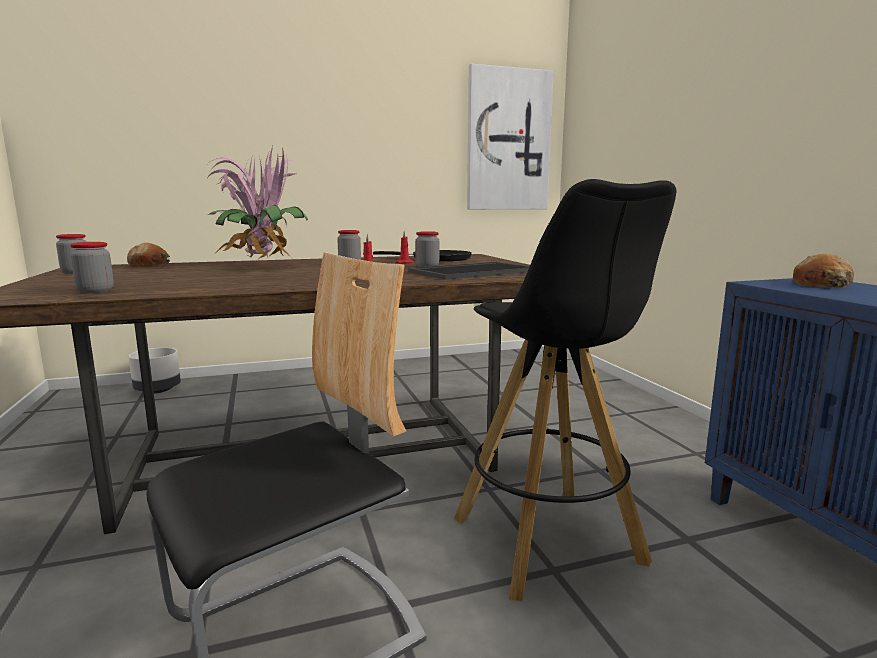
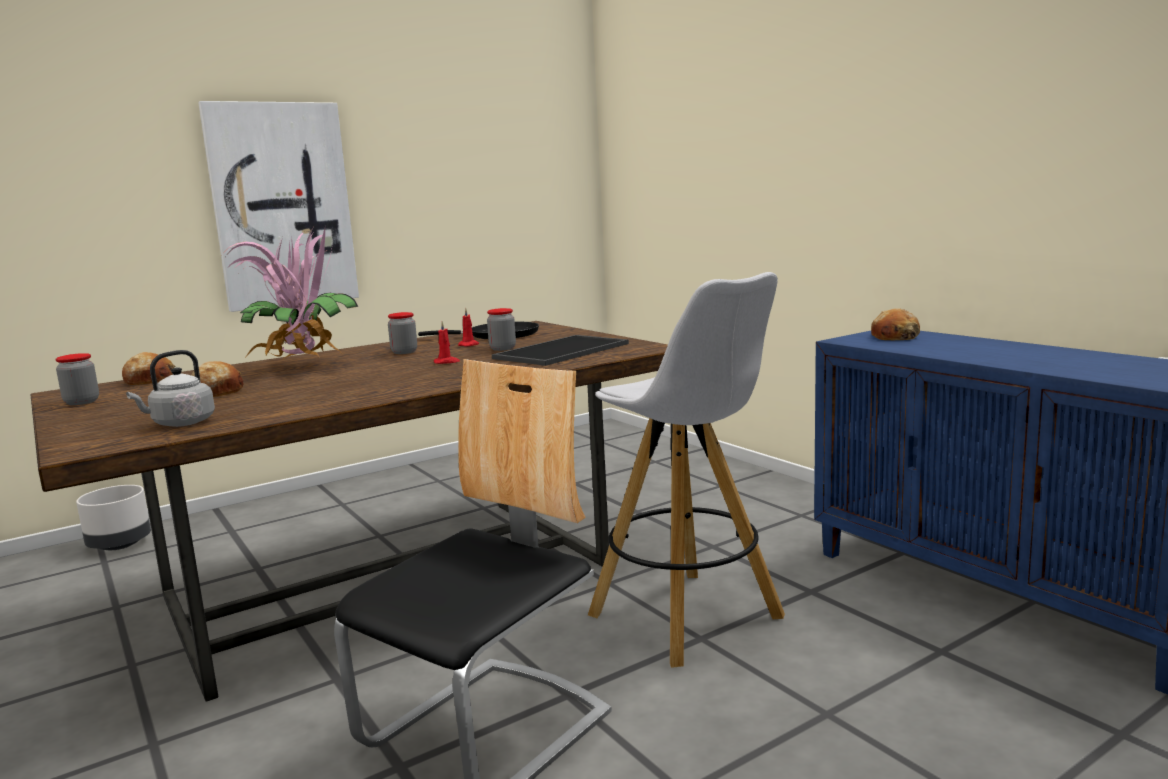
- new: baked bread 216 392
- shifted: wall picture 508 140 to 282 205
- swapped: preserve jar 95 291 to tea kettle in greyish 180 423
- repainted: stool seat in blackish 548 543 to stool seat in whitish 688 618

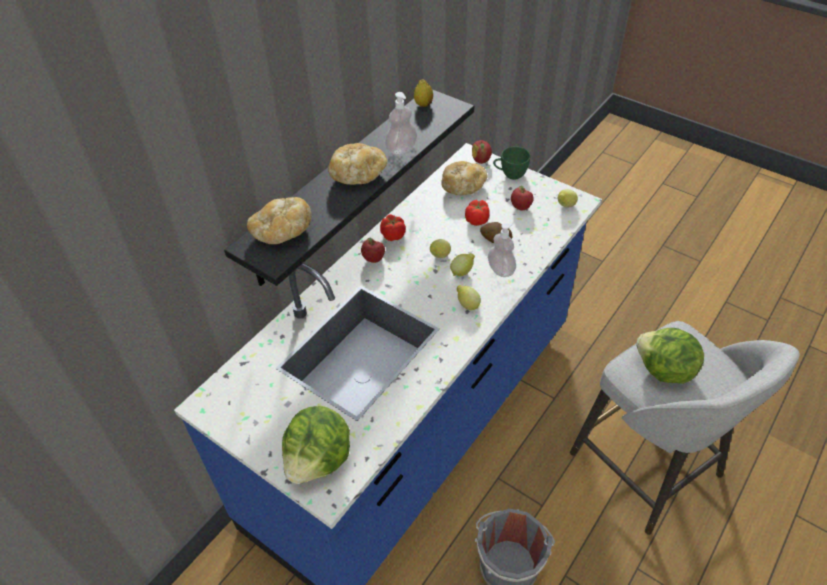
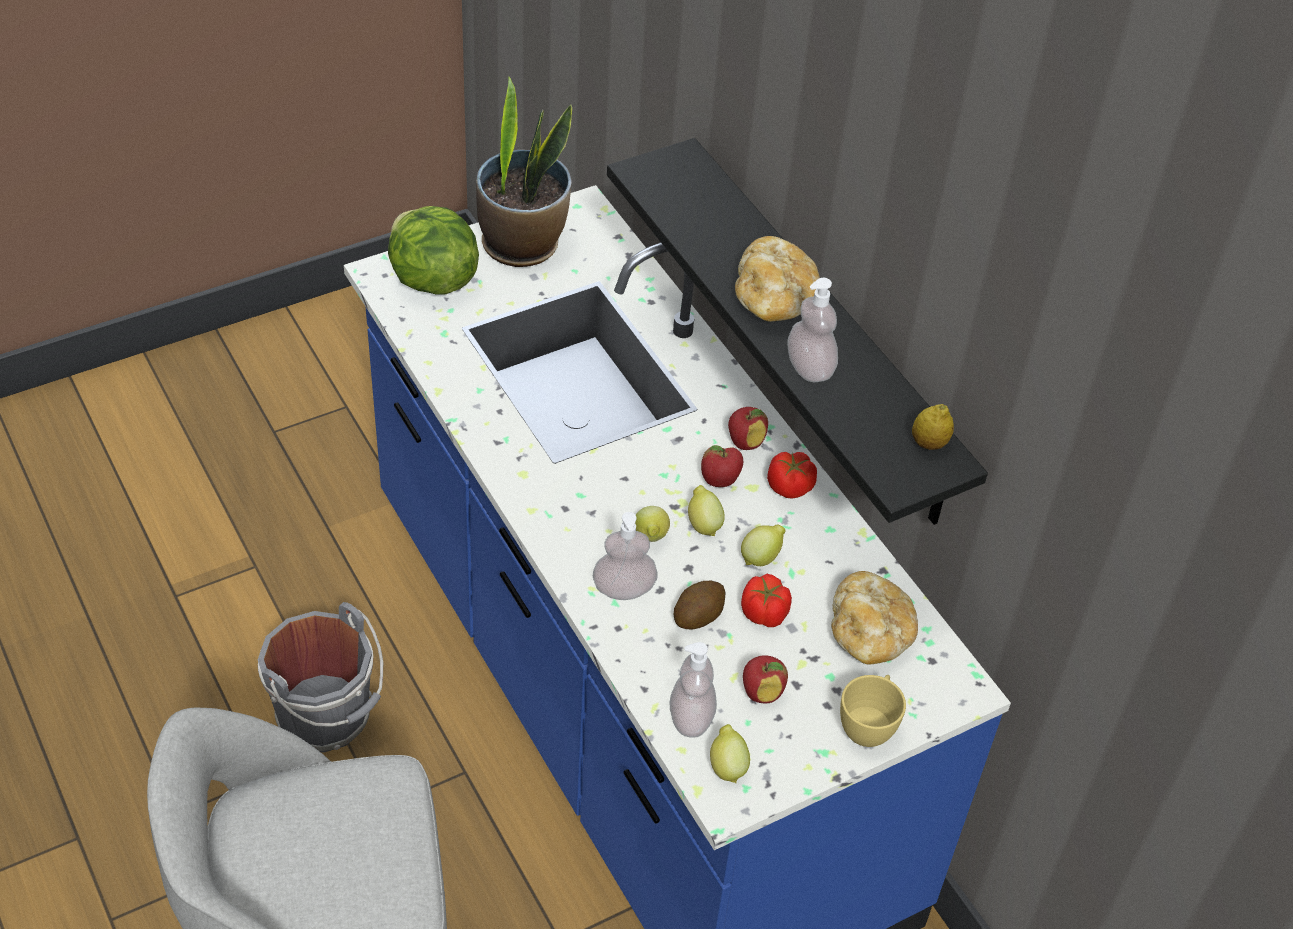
- gone: baked bread 282 233
- gone: lettuce 664 371
- new: potted plant 522 244
- new: soap bottle 691 718
- shifted: whole lemon 467 305 to 761 557
- shifted: apple 481 160 to 719 481
- repainted: cup in green-coloured 510 174 to cup in yellow-coloured 869 725

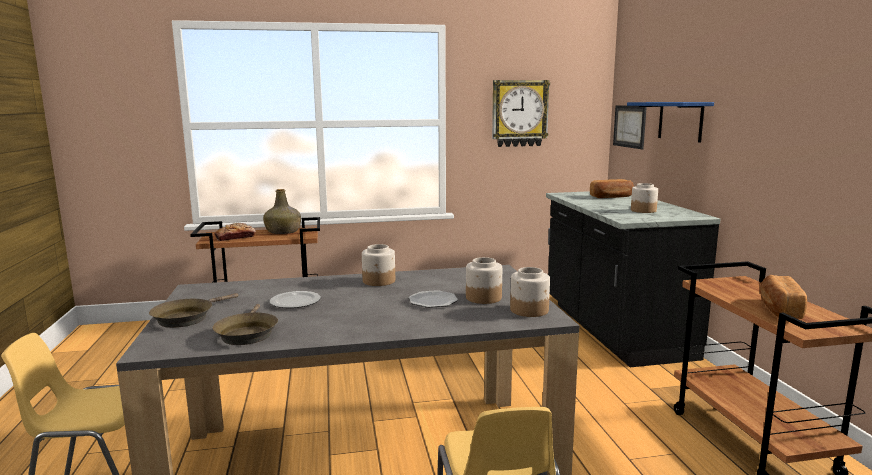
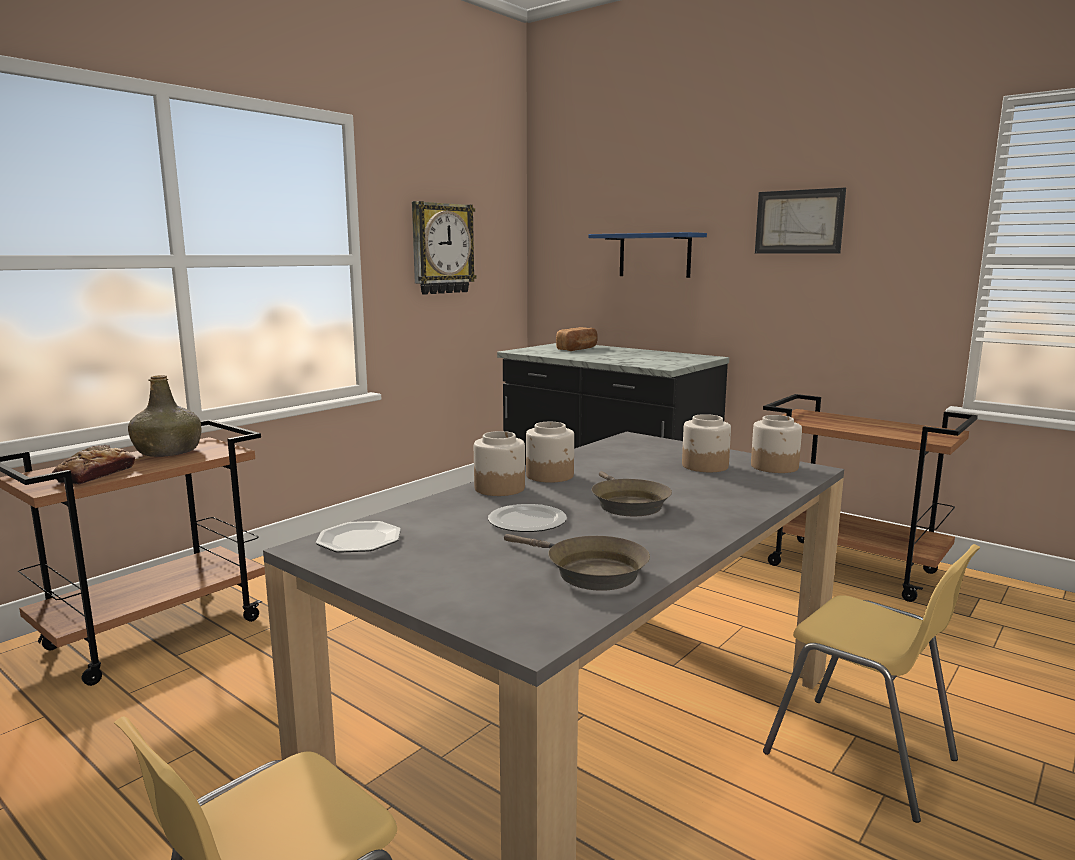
- gone: baked bread 779 309
- shifted: skillet in brown-coloured 187 317 to 627 504
- shifted: flat dish 432 301 to 358 540
- shifted: wall picture 629 126 to 799 222
- shifted: preserve jar 643 210 to 500 488

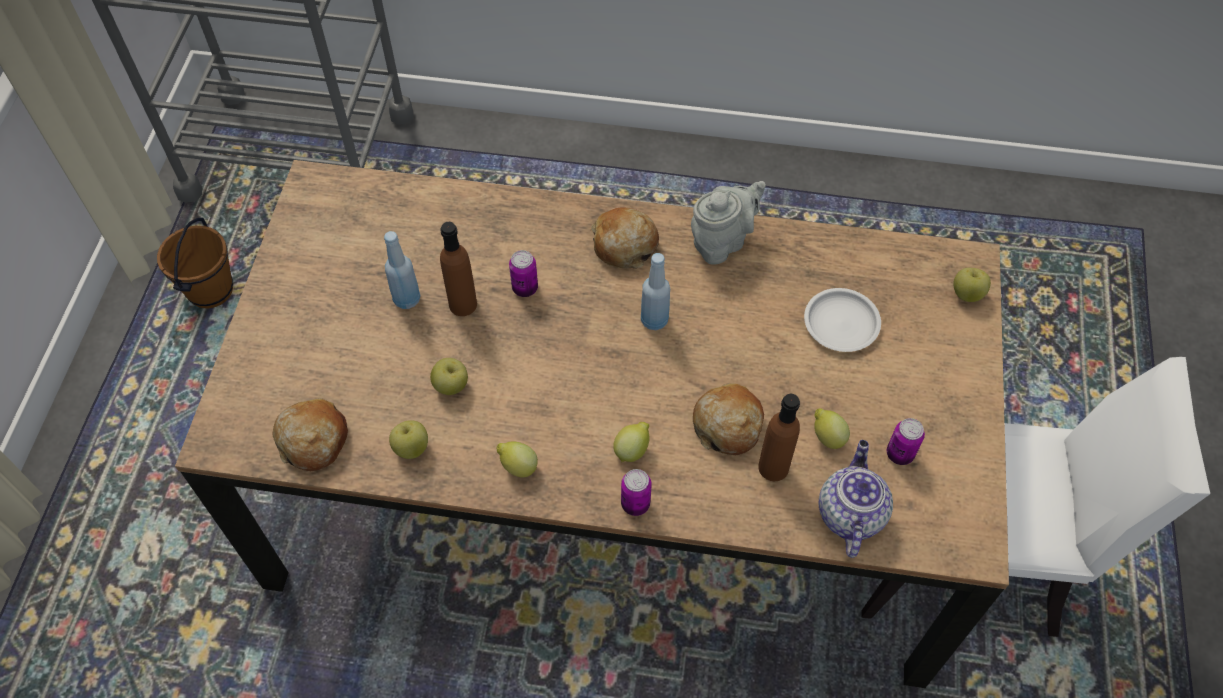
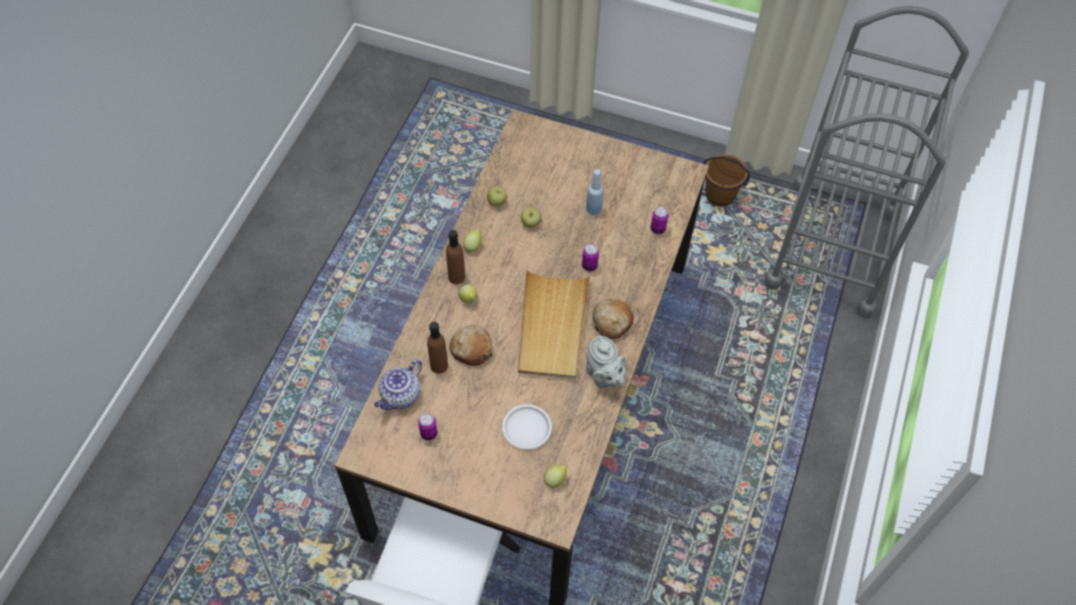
- gone: baked bread 313 440
- gone: apple 967 294
- shifted: beverage bottle in brown-coloured 463 304 to 456 277
- shifted: can 635 504 to 657 229
- shifted: whole lemon 827 437 to 555 479
- swapped: beverage bottle in blue-coloured 654 320 to carrying tray in beige-coloured 552 327
- rotated: pot for tea 849 513 = 400 396 105 degrees clockwise

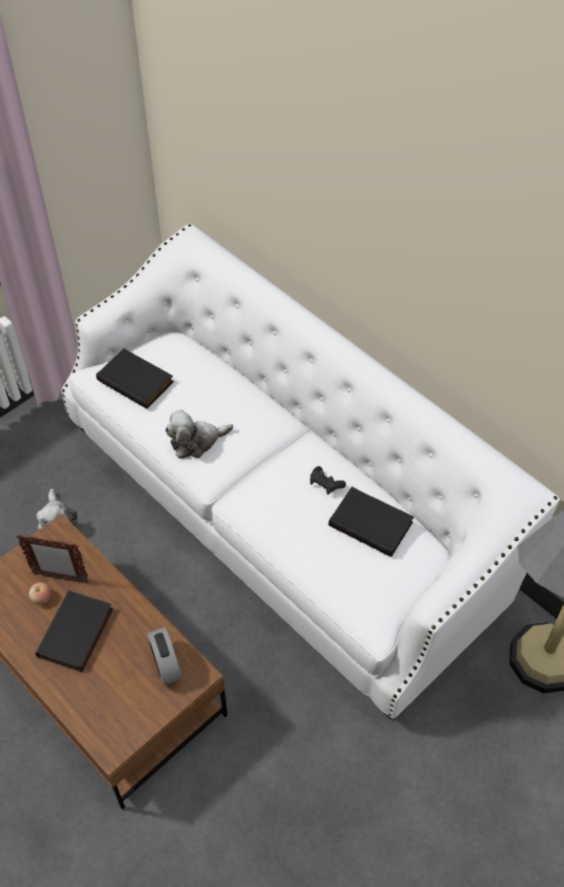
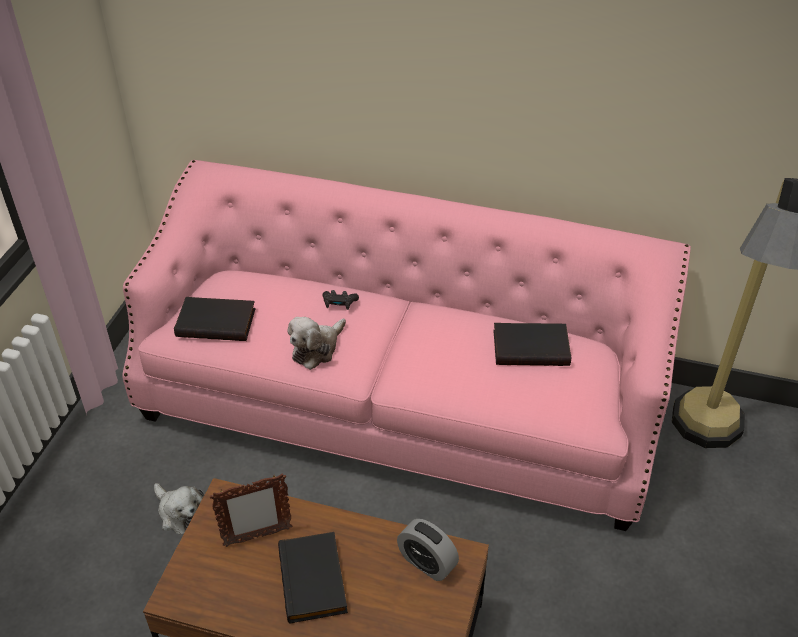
- gone: apple 41 598
- shifted: joypad in blackish 325 484 to 339 304
- repainted: sofa in whitish 282 511 to sofa in pink 399 405

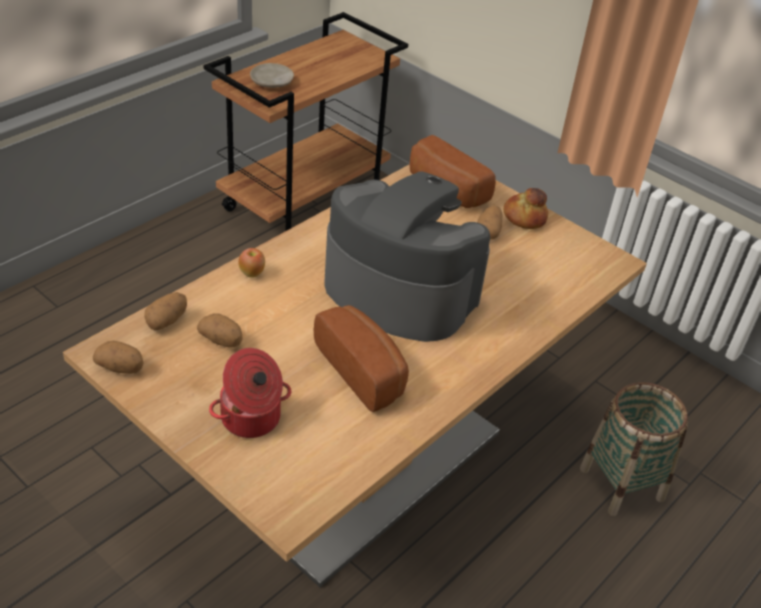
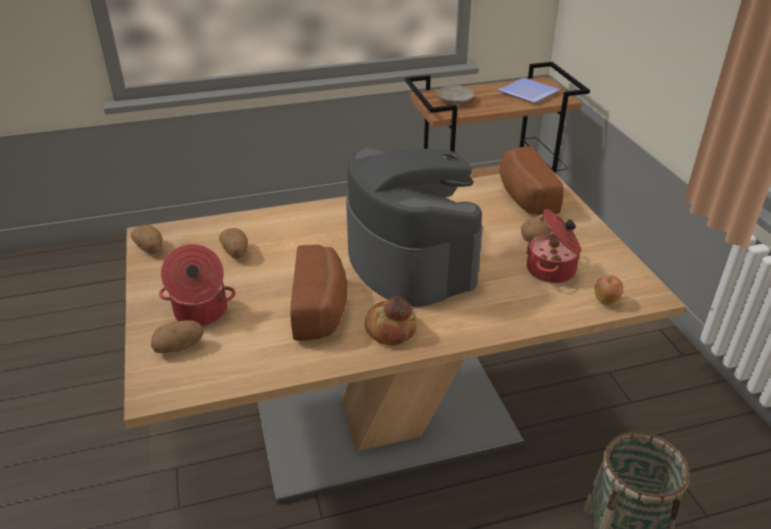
- new: flat dish 530 93
- new: cooking pot 552 270
- shifted: spud 167 321 to 179 347
- shifted: apple 252 273 to 606 301
- shifted: baked bread 524 217 to 390 329

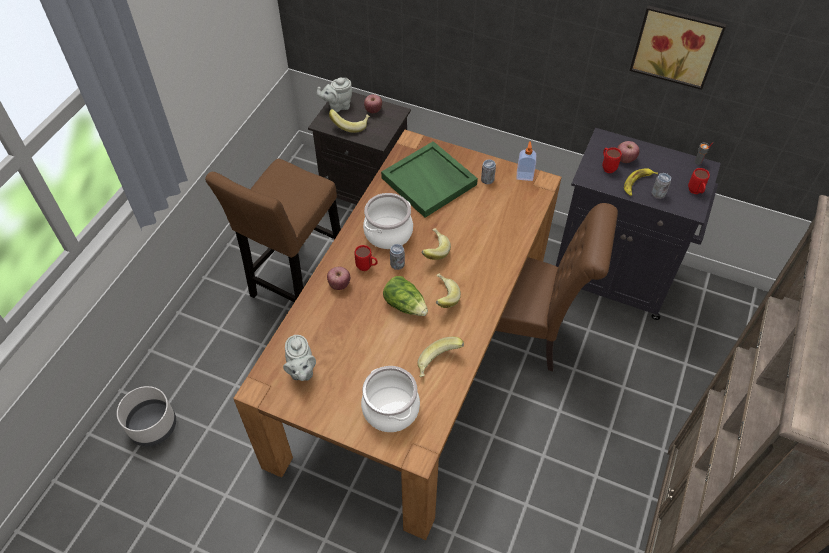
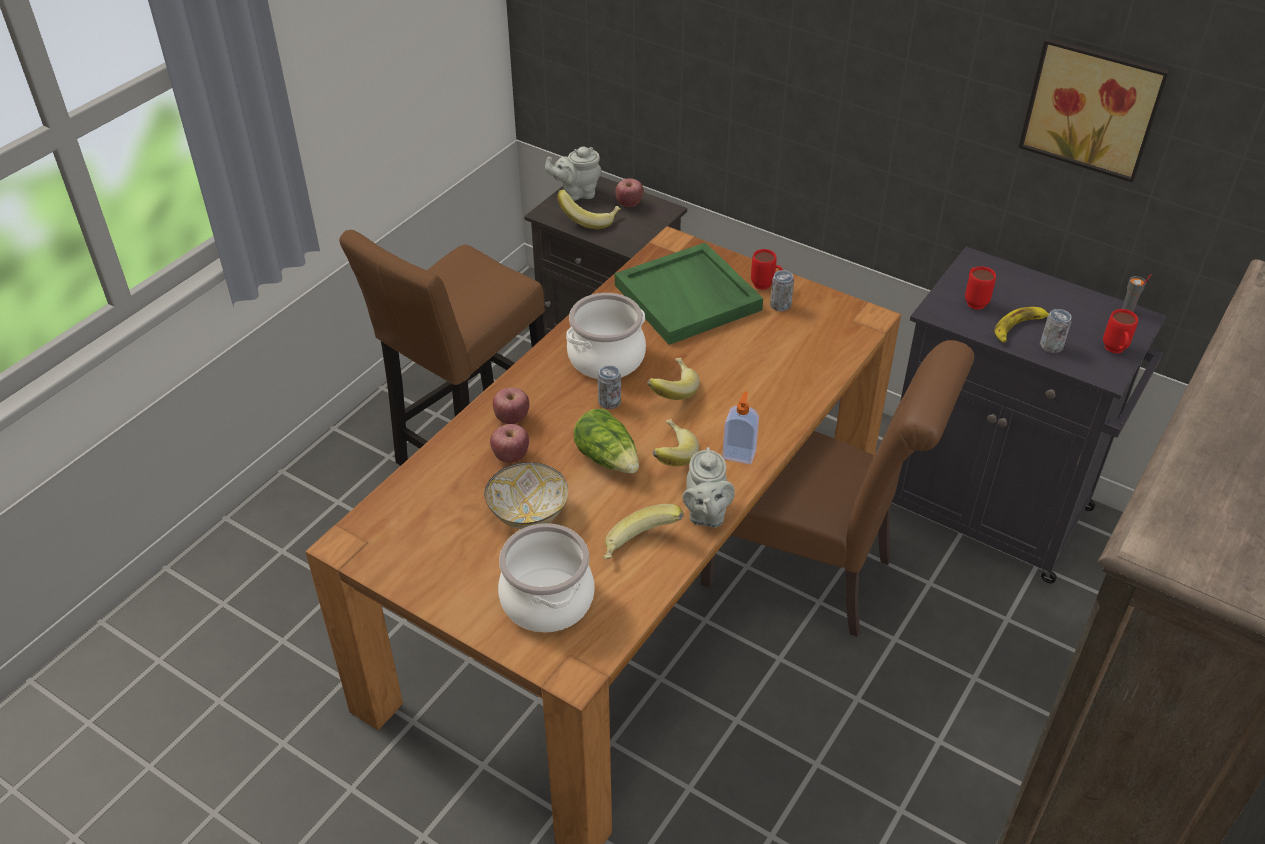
- gone: plant pot in greyish 153 425
- new: serving bowl 528 514
- shifted: pot for tea in greyish 301 371 to 706 514
- shifted: tea mug in red-coloured 367 267 to 766 286
- shifted: soap bottle 524 175 to 739 454
- shifted: apple 625 159 to 511 456

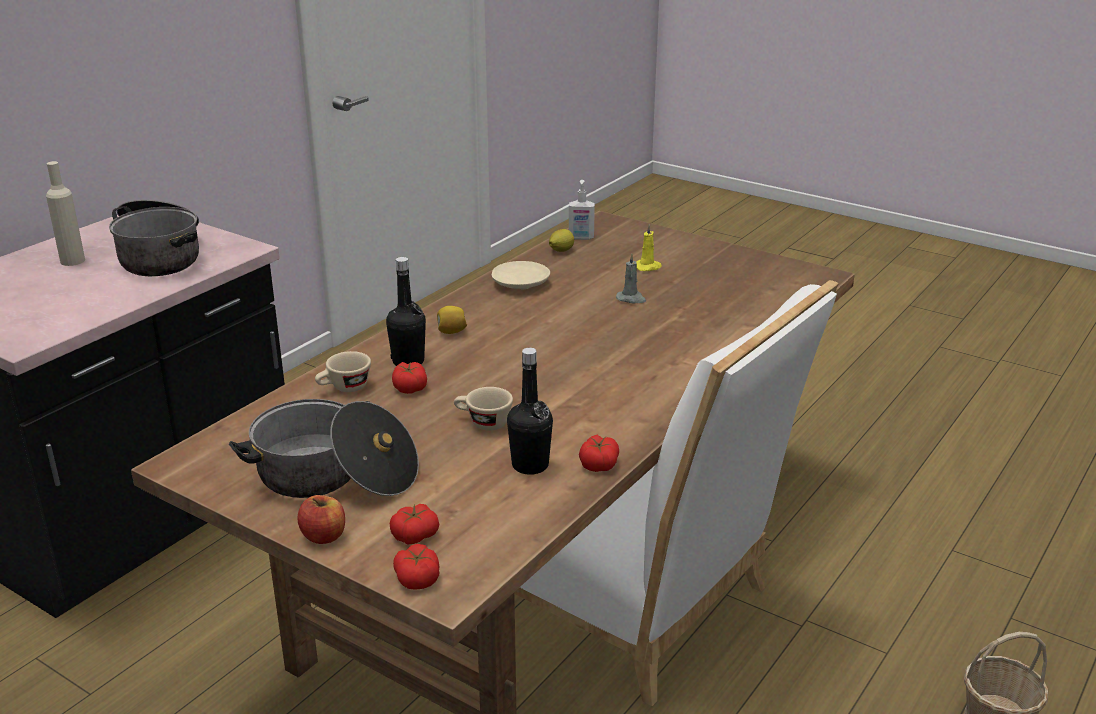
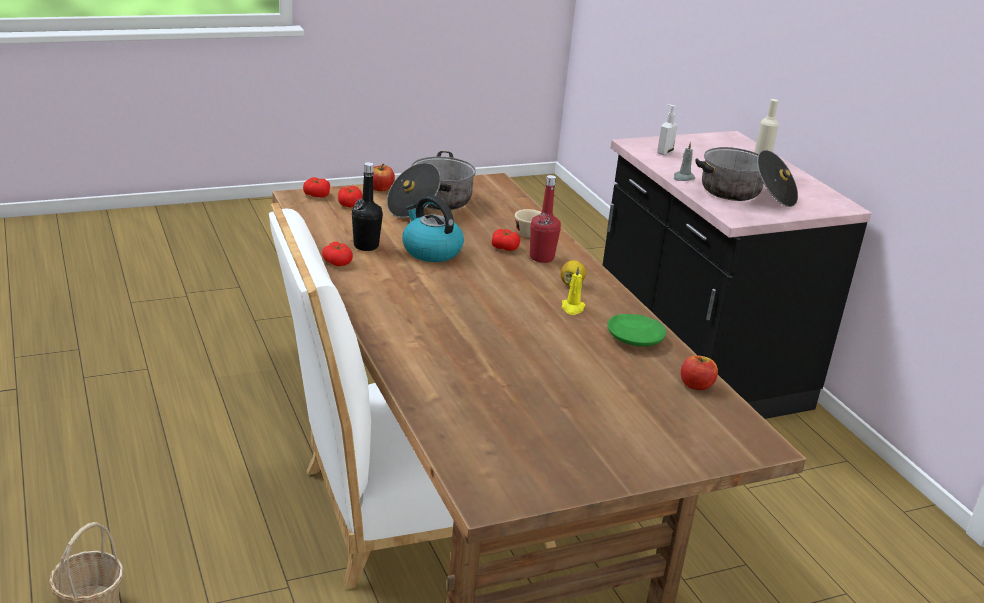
- shifted: soap bottle 581 238 to 664 152
- shifted: candle in greyish 631 299 to 683 178
- shifted: candle in yellow-coloured 648 267 to 572 308
- swapped: cup in beige-coloured 483 423 to tea kettle 431 251
- swapped: whole lemon 561 251 to apple 696 385
- repainted: beverage bottle in blackish 408 361 to beverage bottle in red-coloured 541 257
- repainted: flat dish in beige-coloured 520 283 to flat dish in green-coloured 635 338

